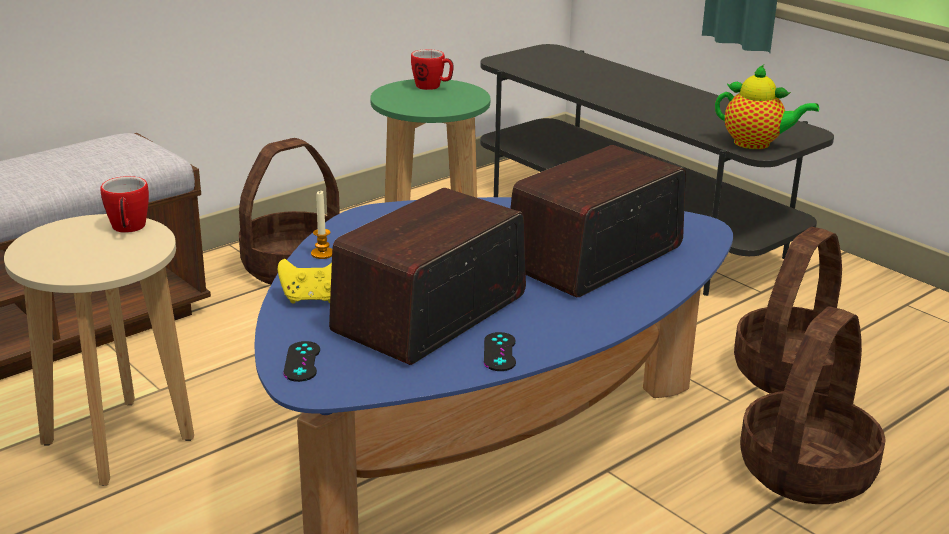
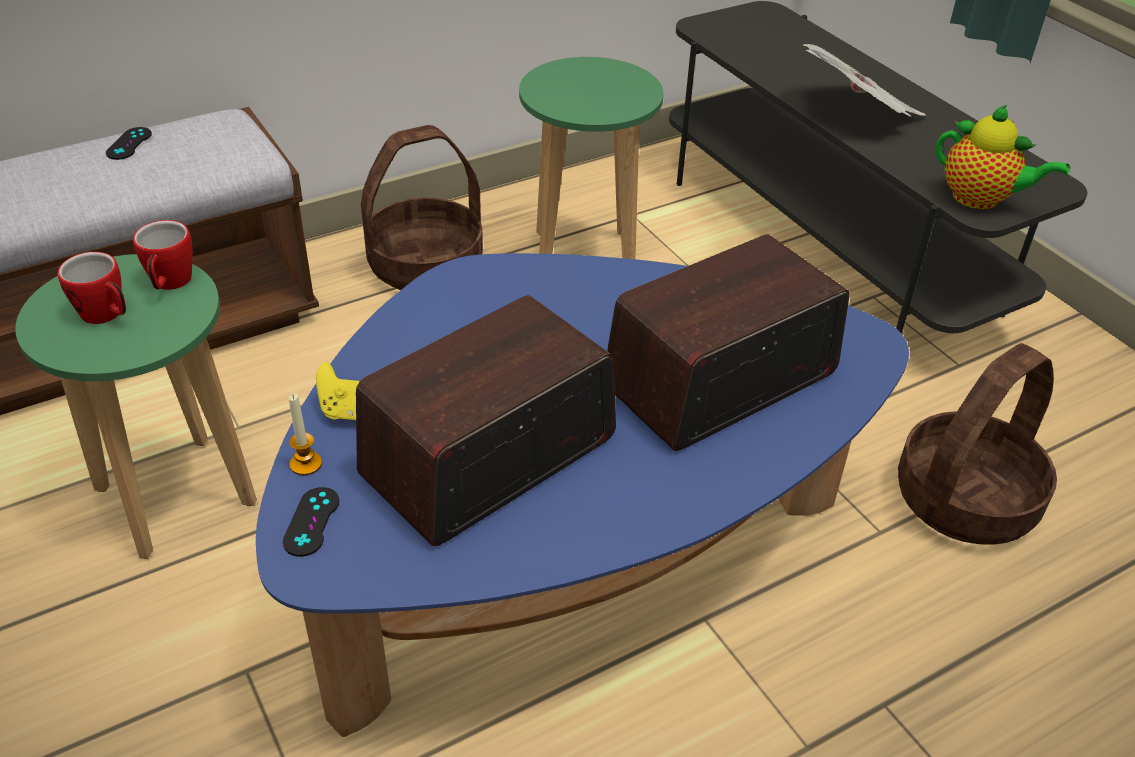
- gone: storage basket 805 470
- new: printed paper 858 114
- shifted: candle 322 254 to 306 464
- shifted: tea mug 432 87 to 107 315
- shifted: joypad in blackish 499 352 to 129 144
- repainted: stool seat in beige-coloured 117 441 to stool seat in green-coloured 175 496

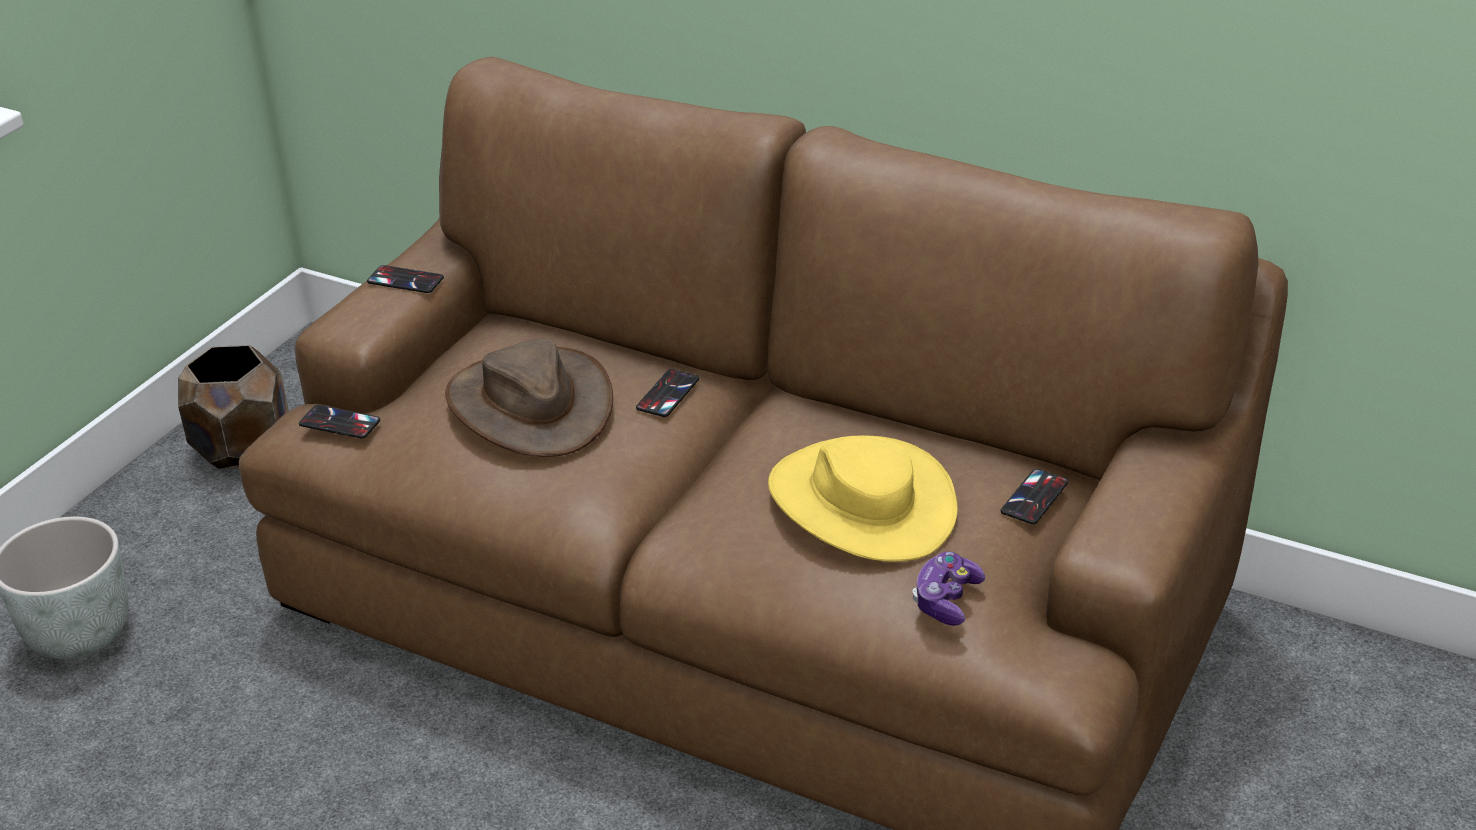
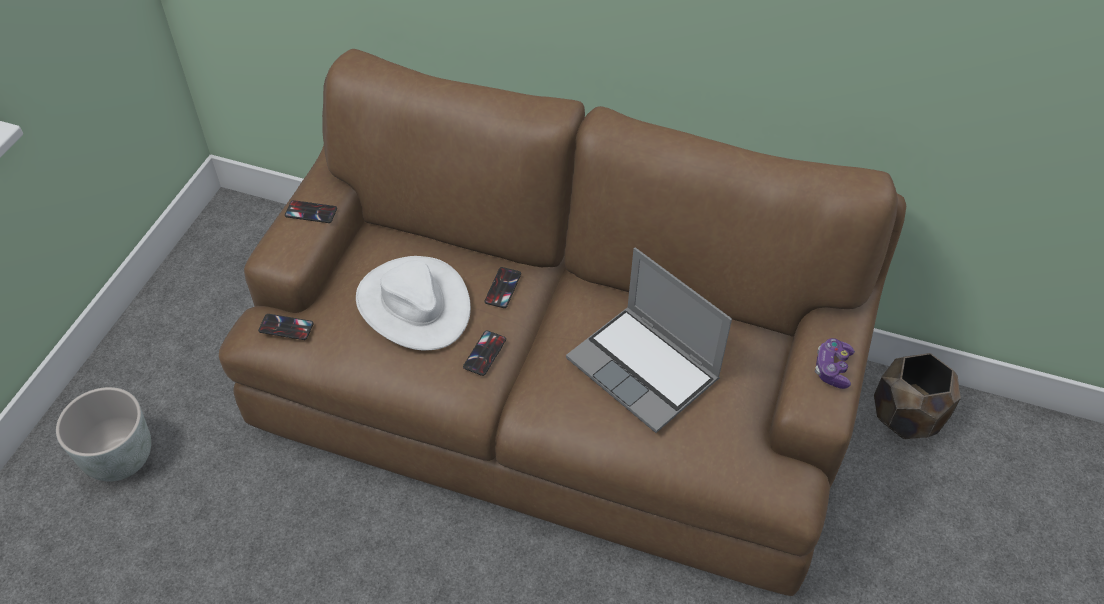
- shifted: plant pot in brown-coloured 244 447 to 906 416
- shifted: joypad 946 600 to 832 369
- shifted: phone 1034 497 to 485 353
- swapped: wearable hat in yellow-coloured 861 502 to laptop 645 370
- repainted: wearable hat in brown-coloured 530 405 to wearable hat in whitish 413 305

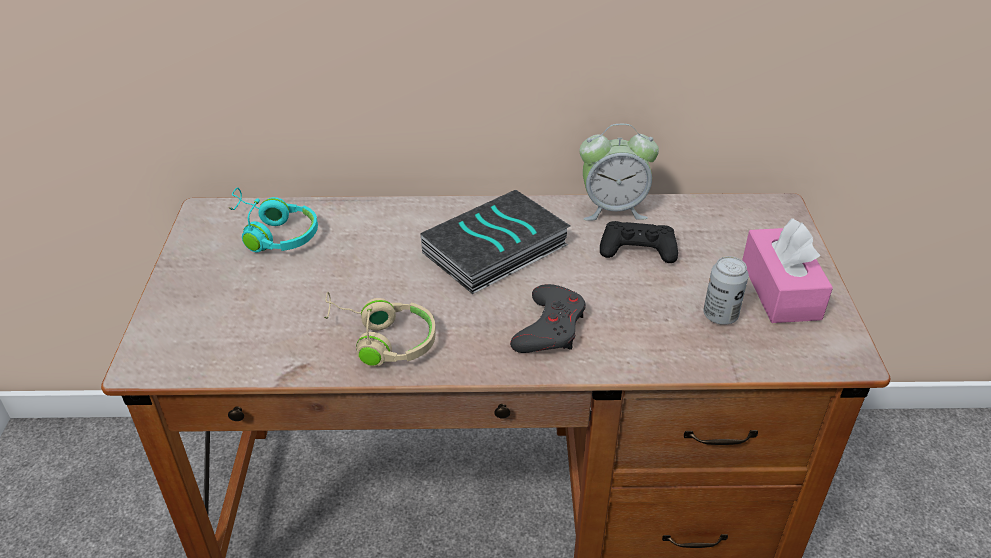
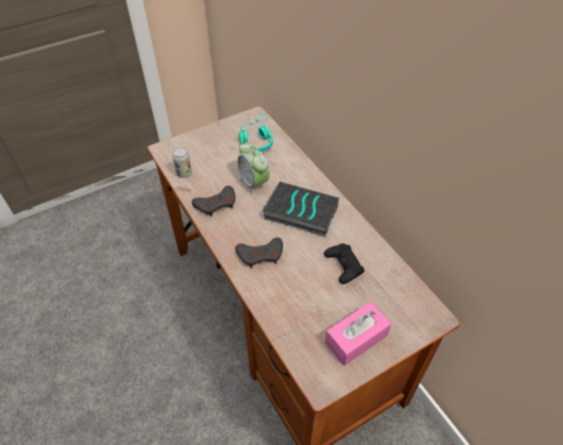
- shifted: table clock 613 209 to 254 183
- shifted: can 720 315 to 184 173
- swapped: headset in beige-coloured 380 340 to joypad in greyish 216 204

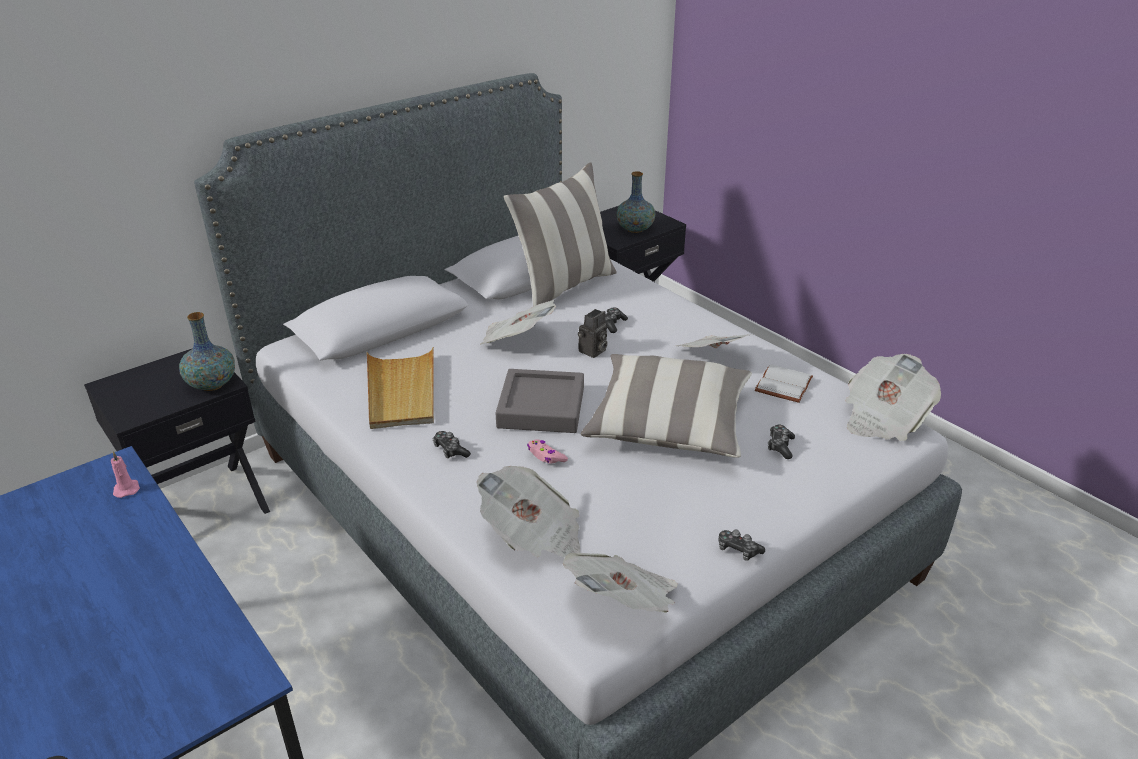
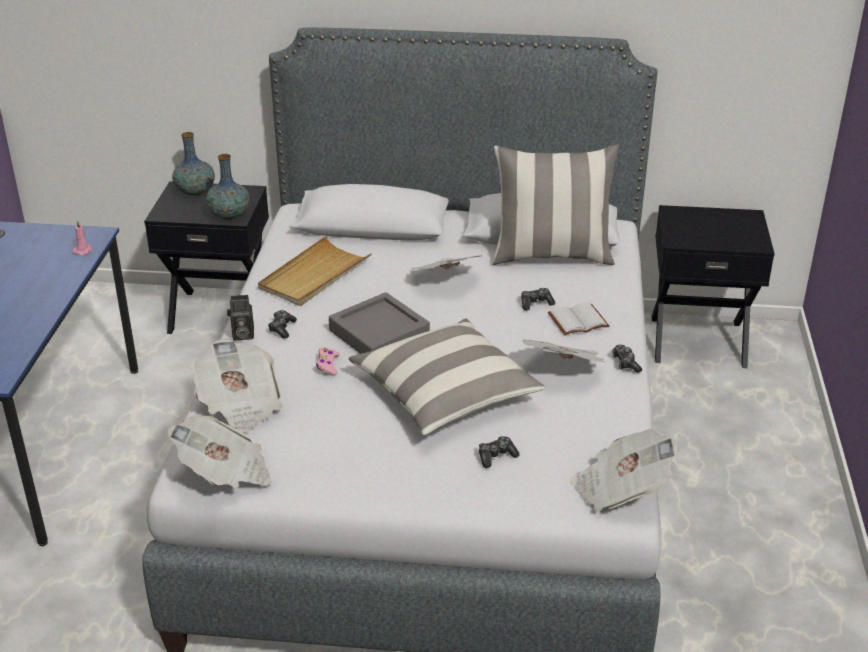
- shifted: still camera 593 352 to 242 335
- shifted: flower vase 635 229 to 195 192
- shifted: joypad 738 550 to 625 363
- shifted: book in whitish 782 384 to 578 320

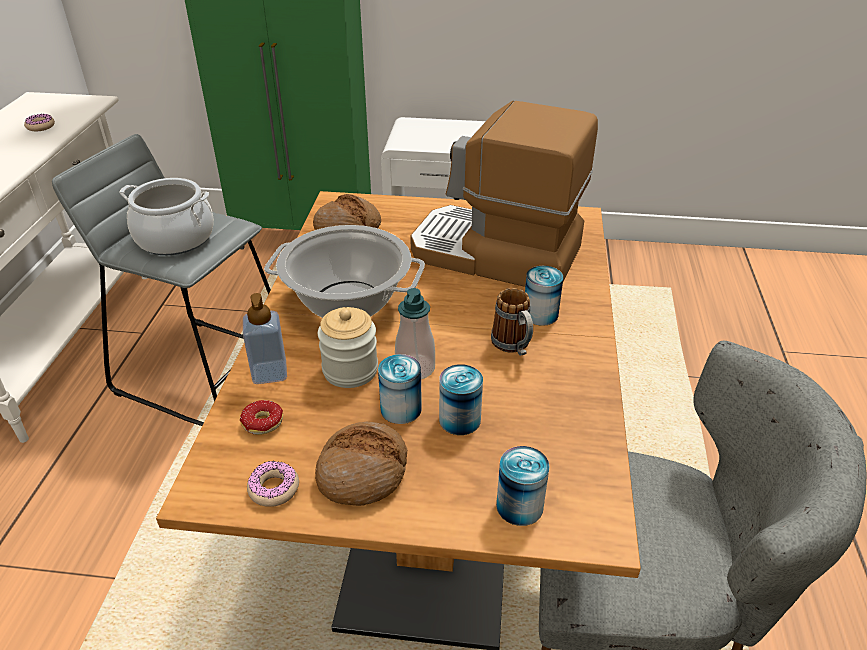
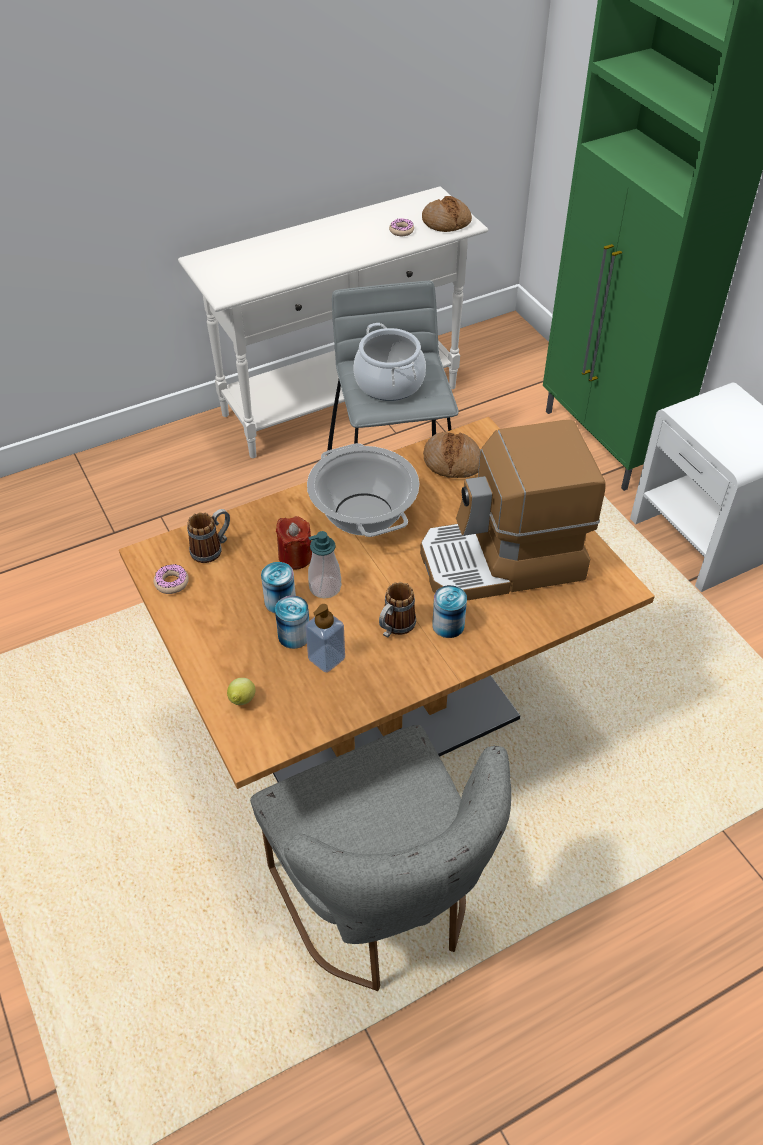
- shifted: soap bottle 269 372 to 326 658
- shifted: baked bread 363 472 to 446 222
- swapped: ring doughnut 263 428 to tea mug 212 549
- swapped: preserve jar 350 370 to candle in red-coloured 295 557
- swapped: can 519 506 to whole lemon 242 701
- rotated: coffee maker 495 254 = 503 562 90 degrees counterclockwise

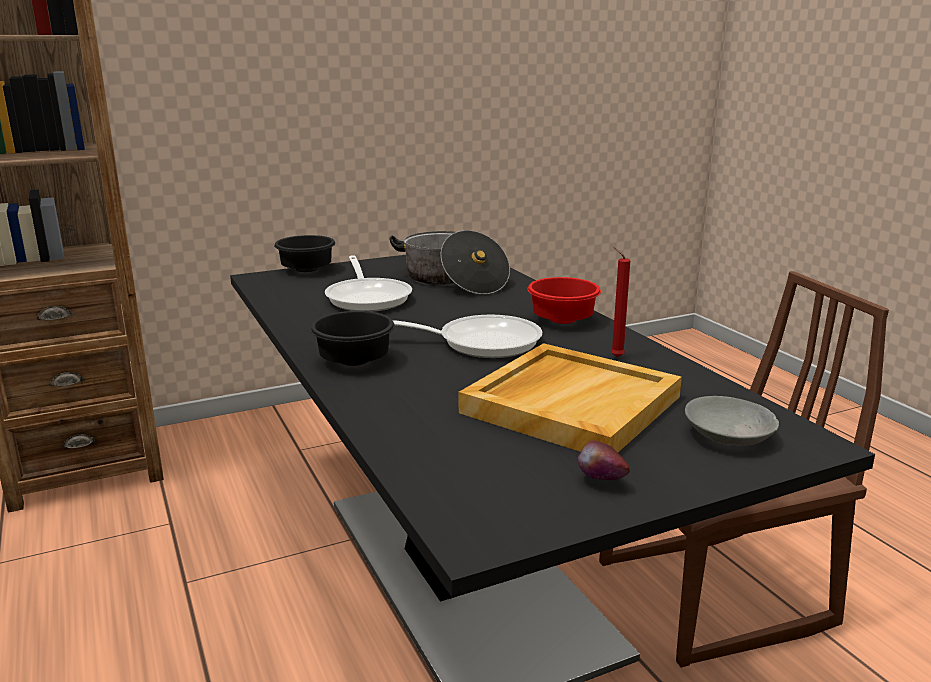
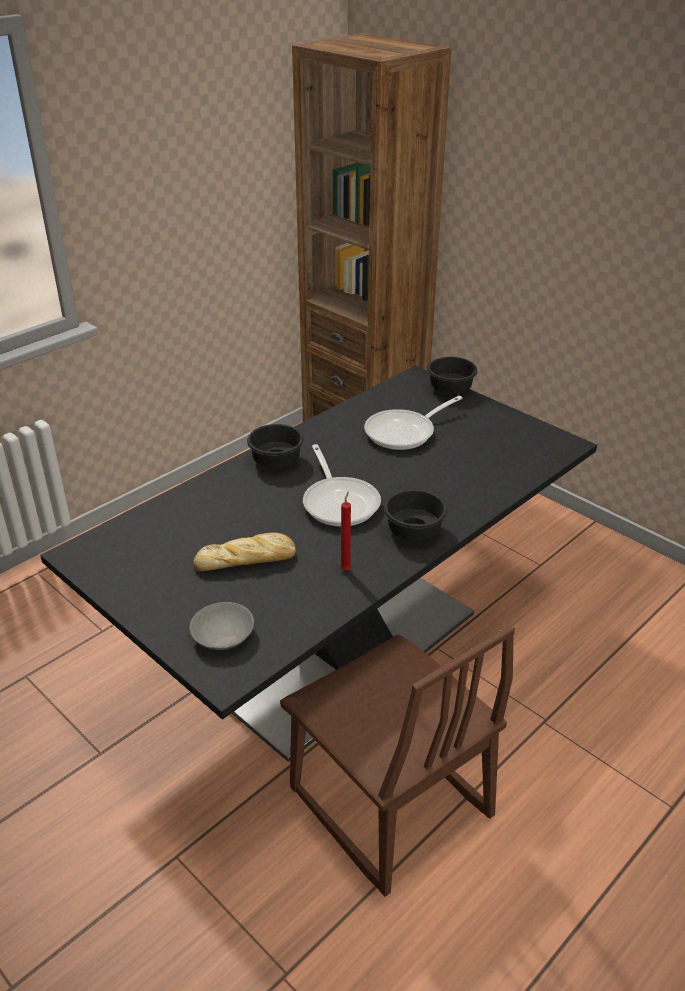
- gone: cooking pot 452 281
- gone: apple 601 483
- swapped: carrying tray in beige-coloured 570 404 to baked bread 247 560
- repainted: serving bowl in red-coloured 562 321 to serving bowl in blackish 412 532

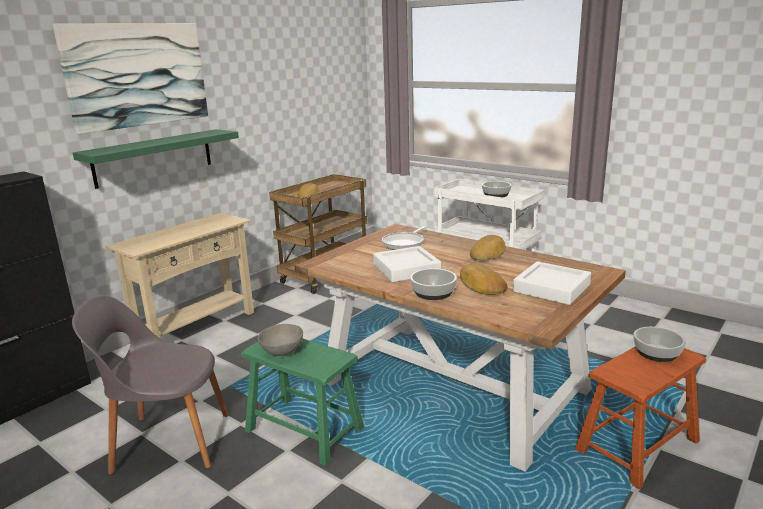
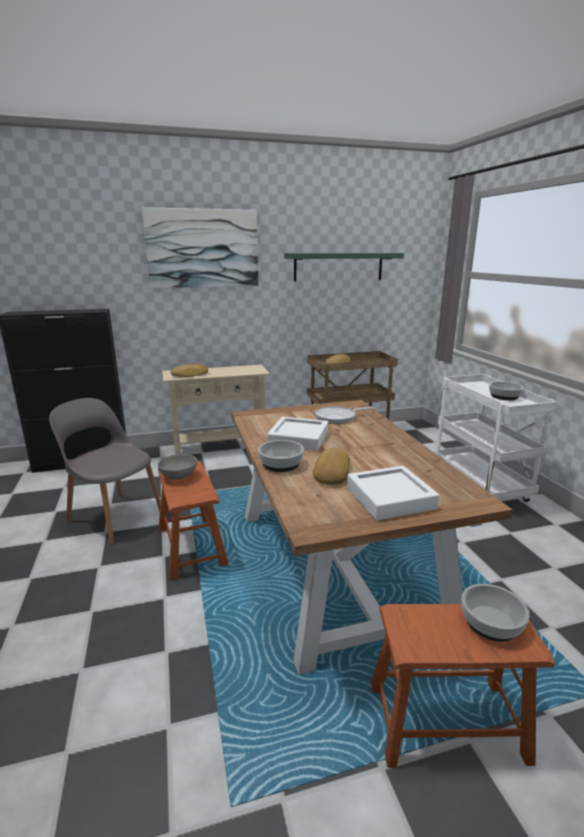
- shifted: bracket shelf in green-coloured 154 157 to 338 266
- shifted: baked bread 488 253 to 190 374
- repainted: stool seat in green-coloured 304 429 to stool seat in brown-coloured 191 546

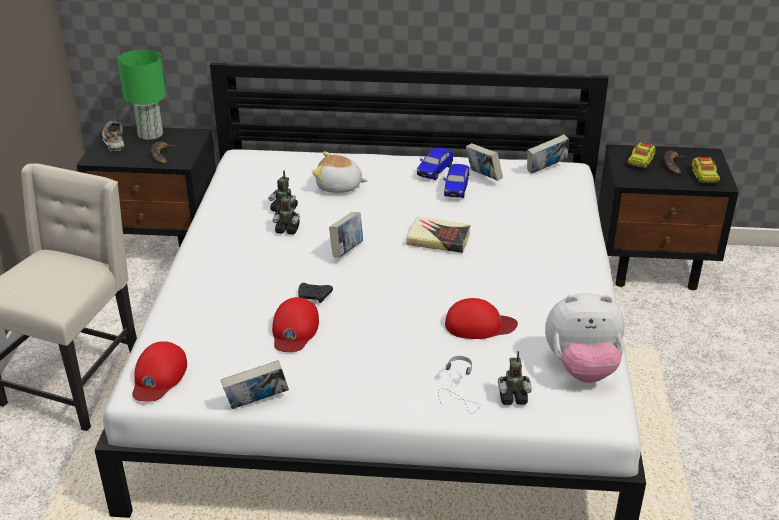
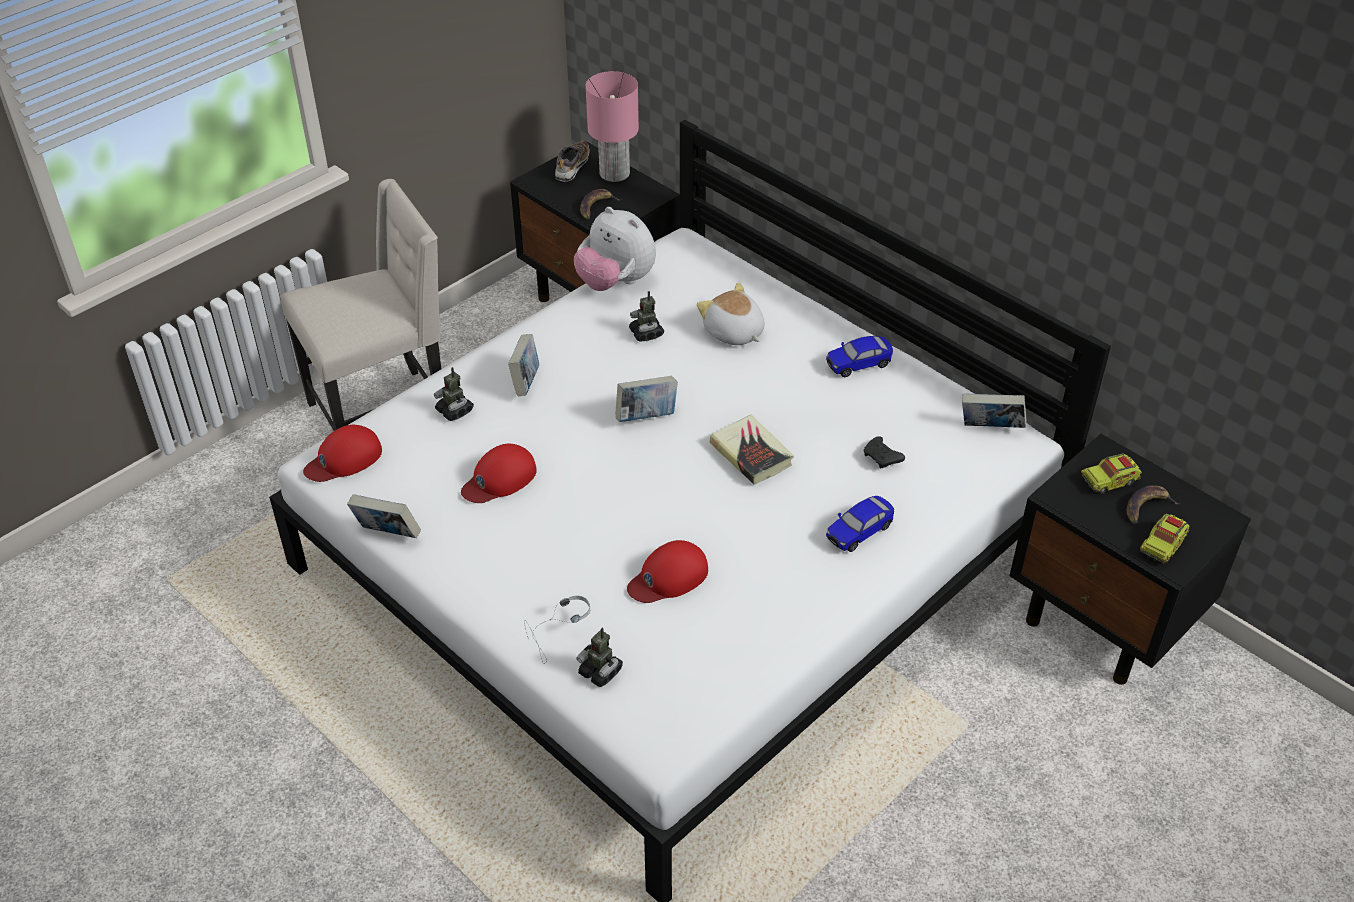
- shifted: toy robot 287 229 to 455 411
- shifted: joypad in blackish 314 297 to 882 458
- shifted: model car 456 189 to 859 532
- shifted: book 483 177 to 526 382
- shifted: soft toy 581 368 to 616 282
- repainted: table lamp in green-coloured 150 134 to table lamp in pink 614 173
- rotated: cap in red-coloured 479 325 = 668 577 105 degrees clockwise

